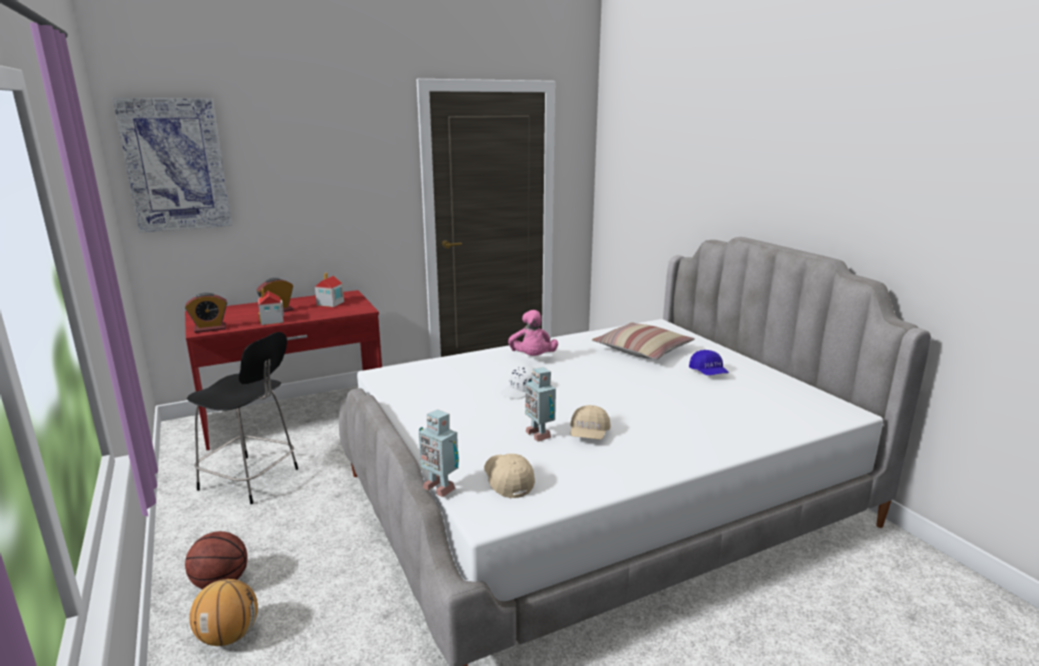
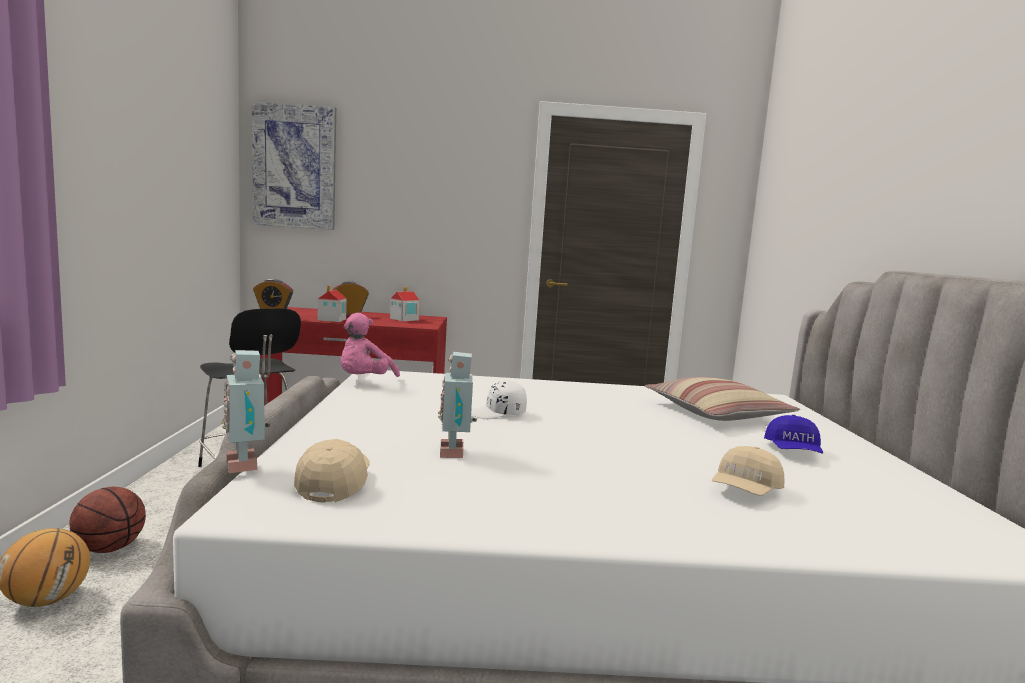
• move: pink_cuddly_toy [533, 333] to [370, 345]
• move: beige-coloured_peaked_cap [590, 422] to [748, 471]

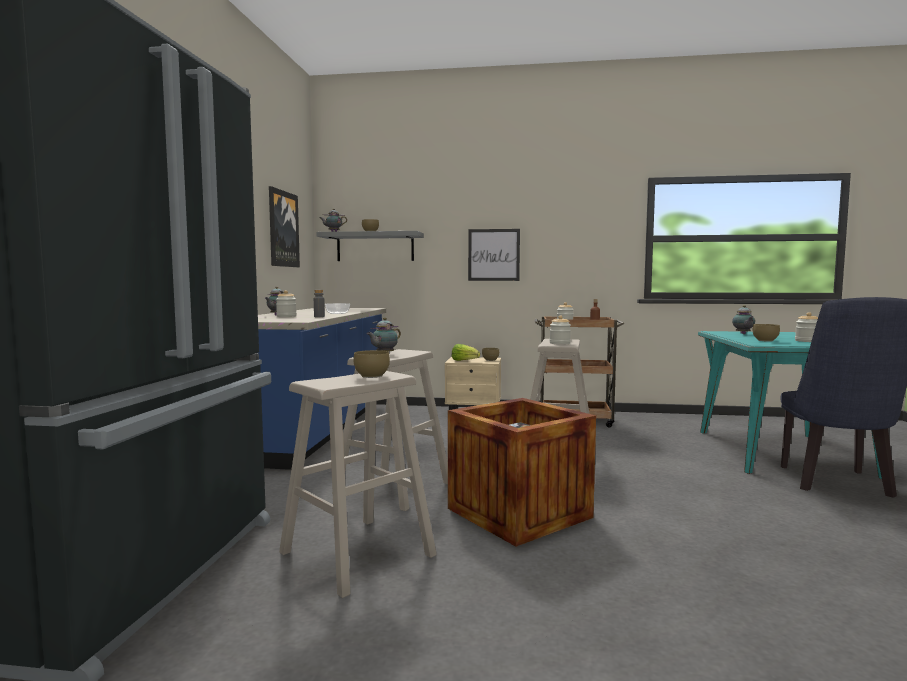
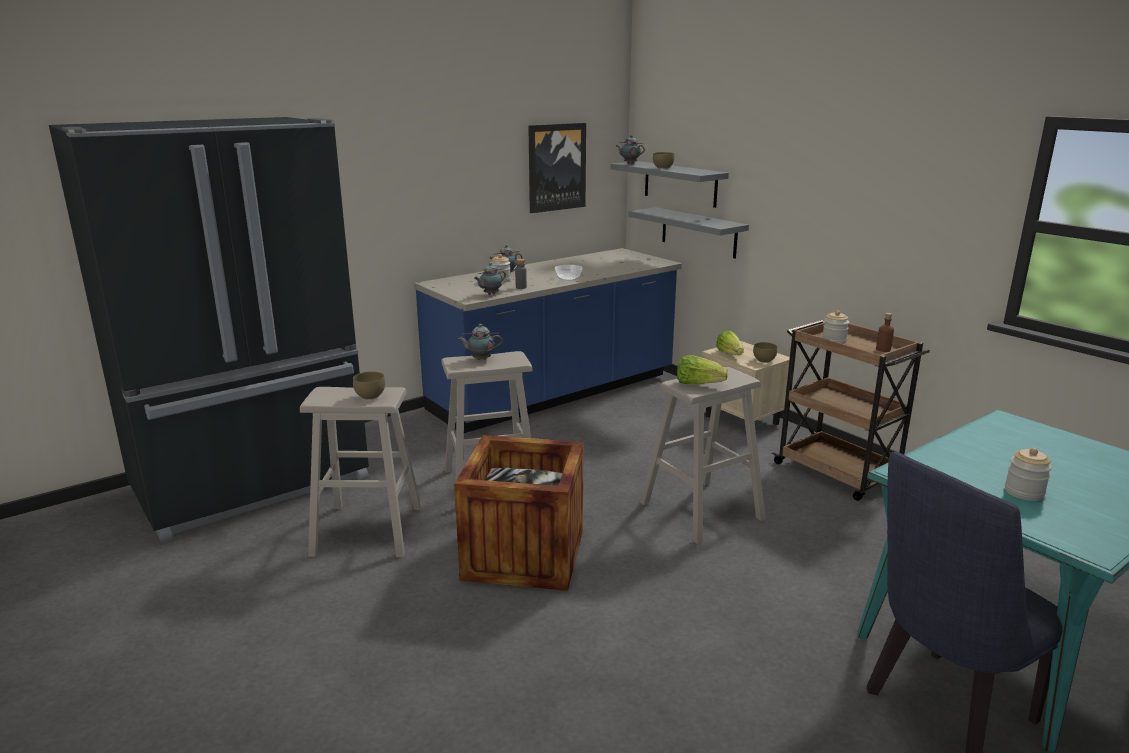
• delete: wall_picture [494, 255]
• delete: brown-coloured_serving_bowl [766, 332]
• insert: grey_bracket_shelf [688, 233]
• move: pot_for_tea [743, 319] to [490, 278]
• replace: storage_jar [560, 330] to head_of_lettuce [702, 369]

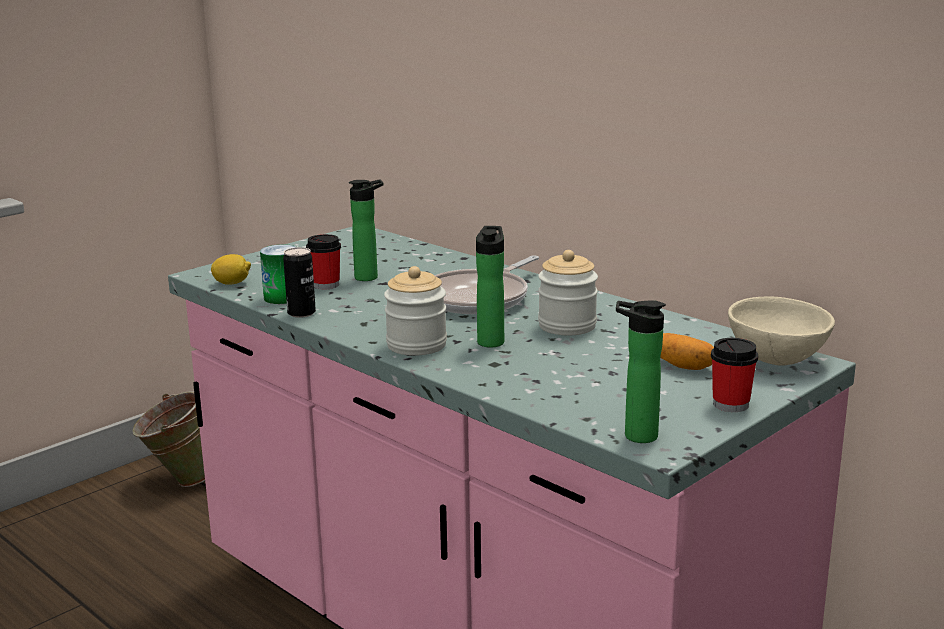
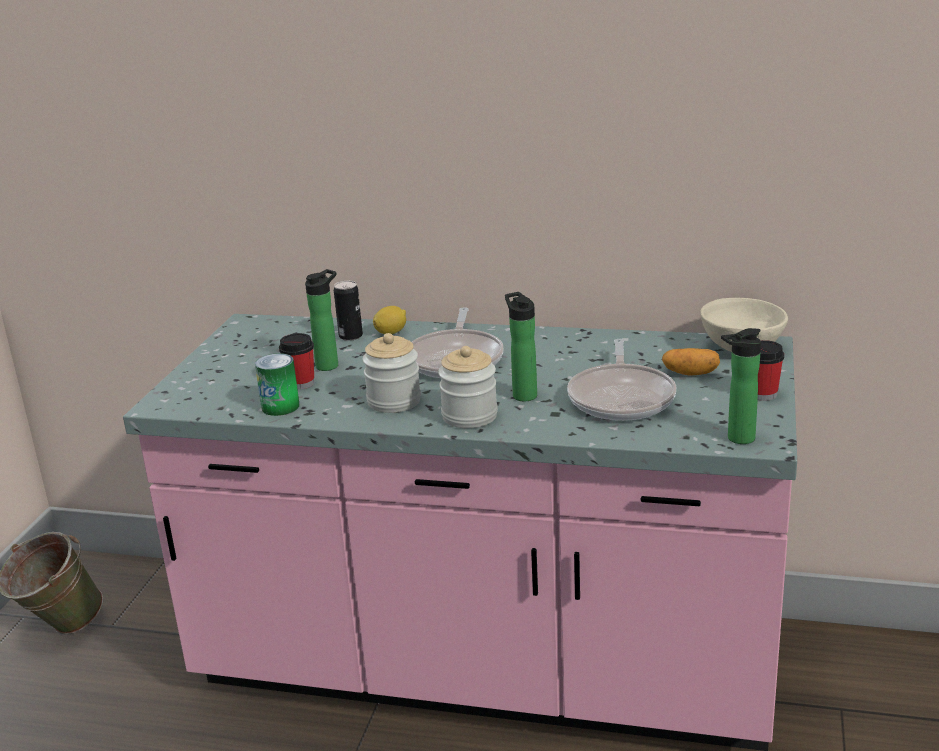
• insert: frying_pan [621, 380]
• move: lemon [231, 269] to [389, 320]
• move: sealed_can [299, 282] to [348, 311]
• move: storage_jar [568, 292] to [391, 373]

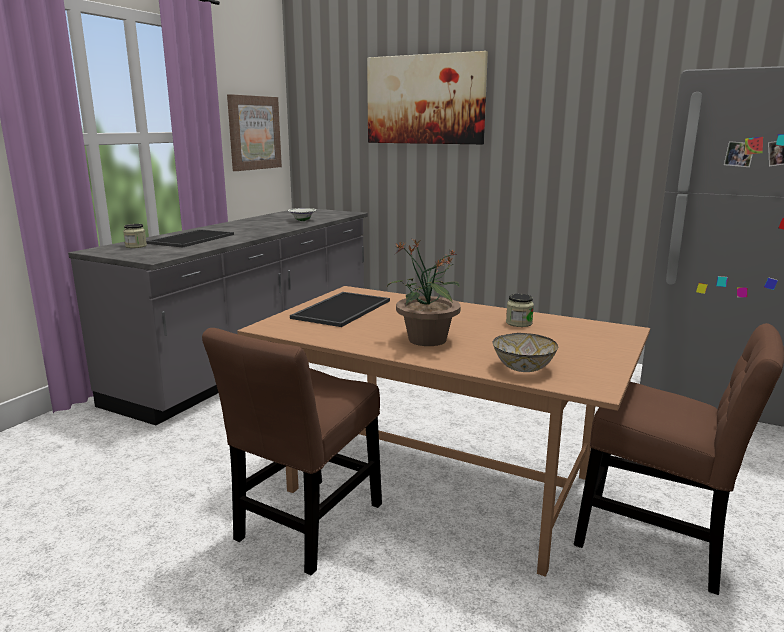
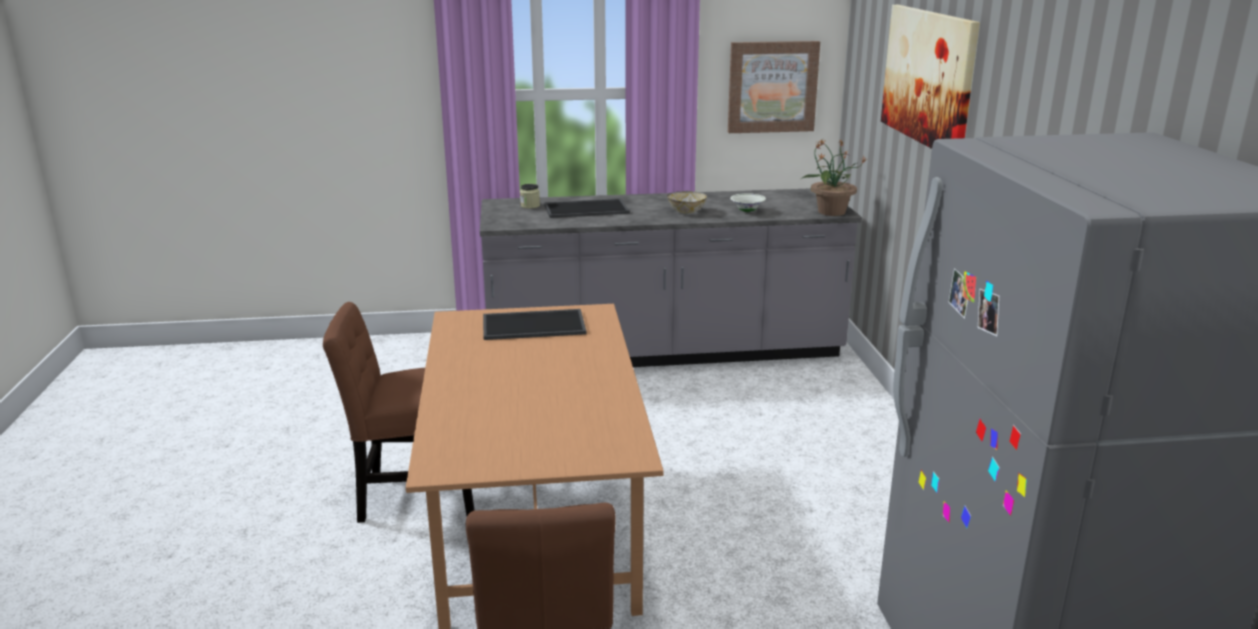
• delete: storage_jar [520, 310]
• move: potted_plant [424, 293] to [834, 177]
• move: serving_bowl [525, 352] to [687, 202]

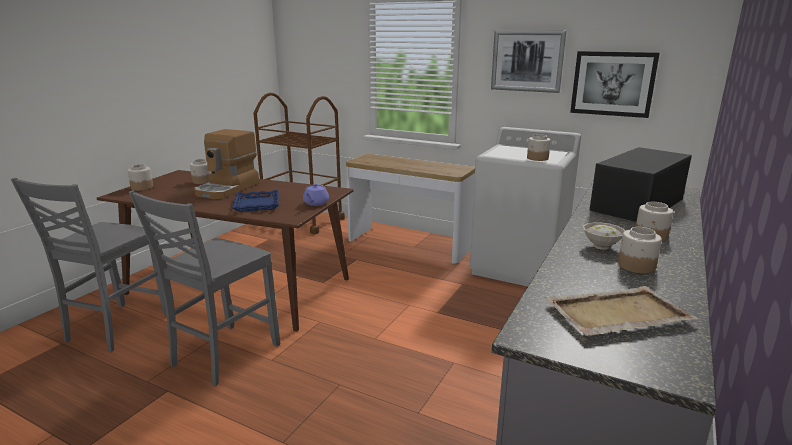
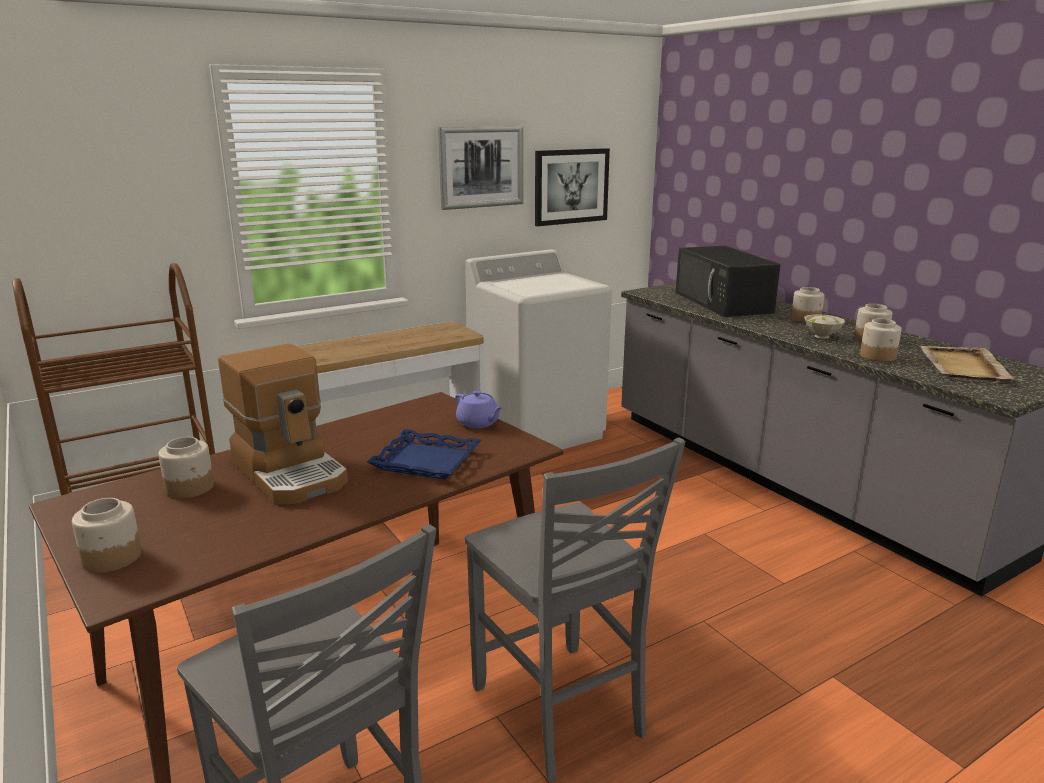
• move: storage_jar [539, 147] to [881, 340]

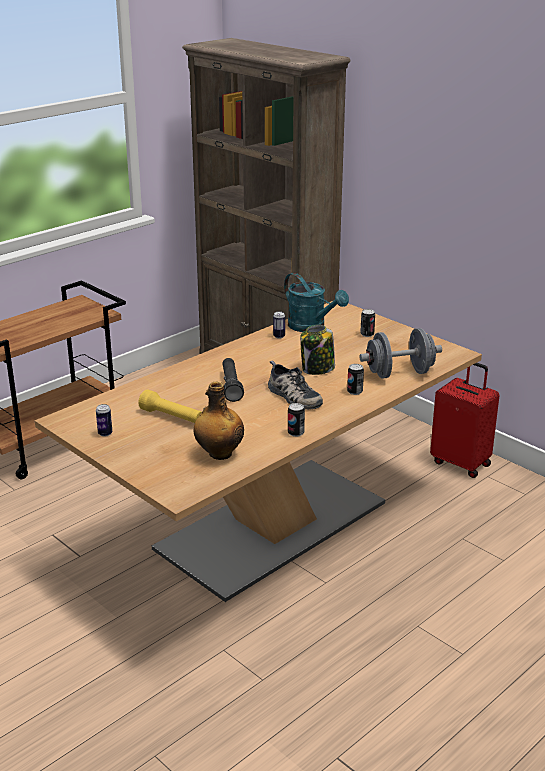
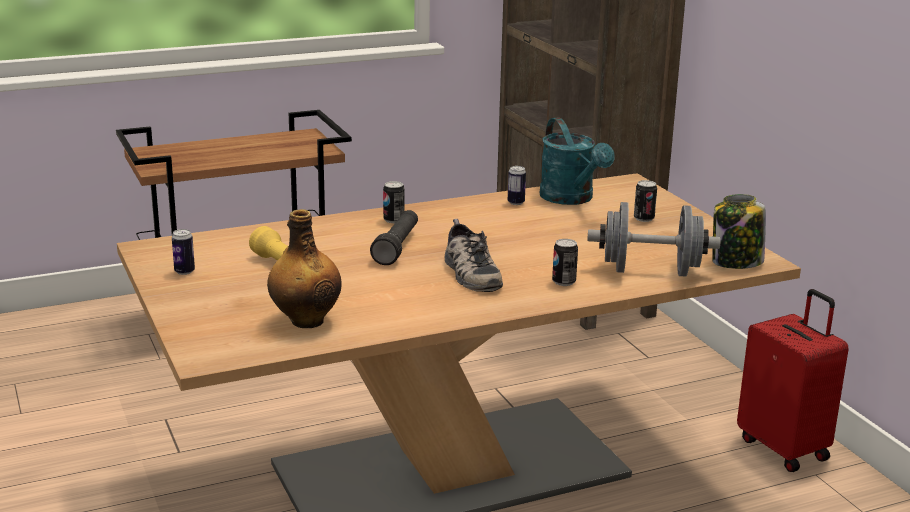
• move: sealed_can [296, 420] to [394, 202]
• move: storage_jar [317, 350] to [739, 231]

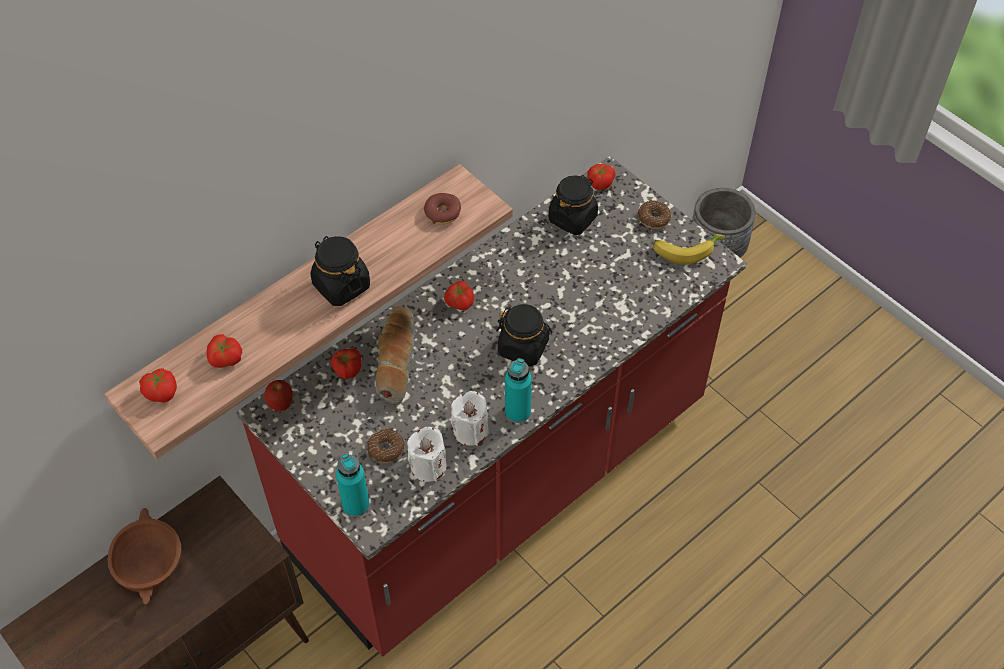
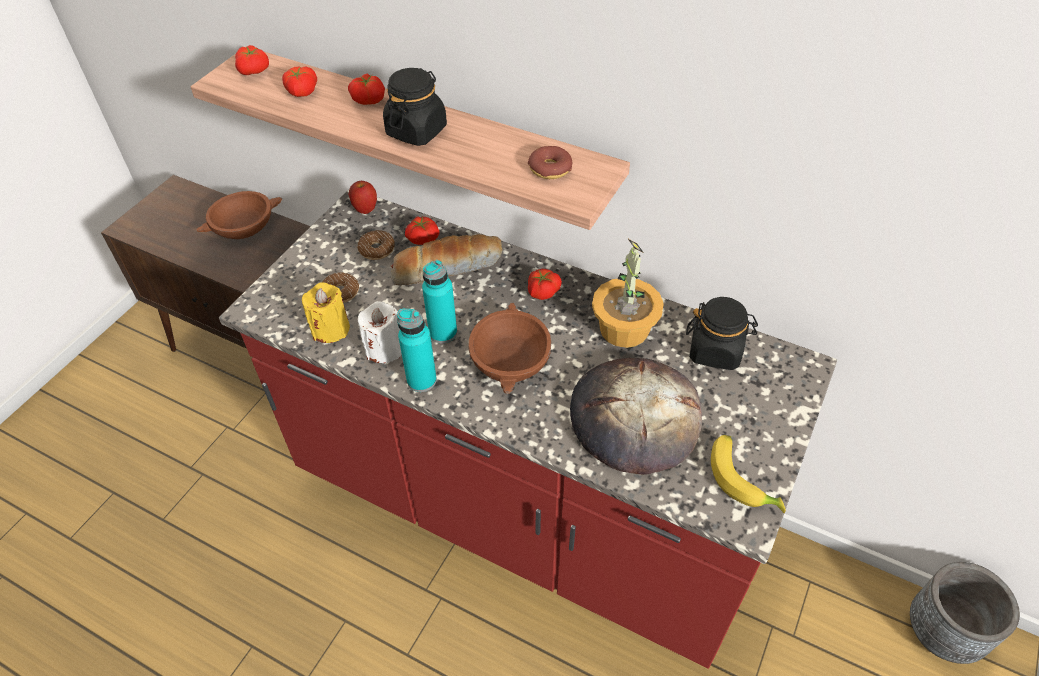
• insert: bakery_bread [636, 416]
• insert: potted_plant [628, 293]
• move: blue-green_beverage_bottle [353, 485] to [439, 301]
• move: fresh_tomato [601, 177] to [366, 89]
• move: ring_doughnut [654, 215] to [376, 245]
• replace: black_storage_jar [524, 335] to brown-coloured_serving_bowl [509, 348]
• recolor: white_wax_candle [426, 454] to yellow_wax_candle [326, 312]

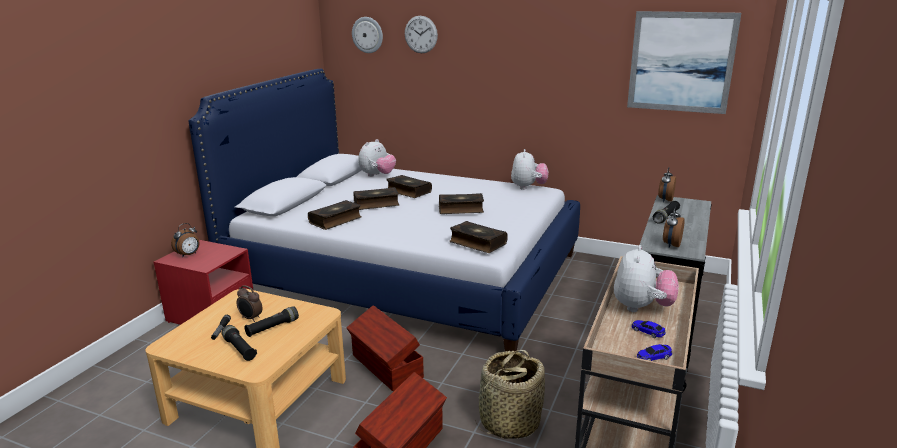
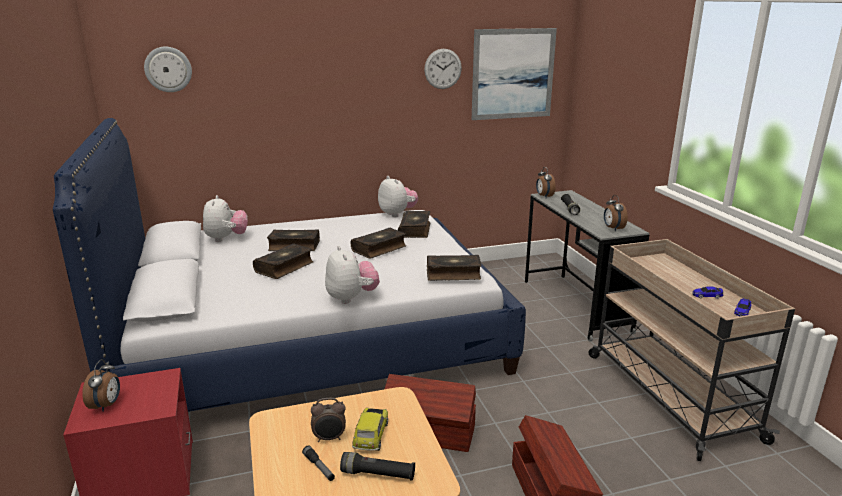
• delete: household_basket [510, 394]
• move: volume [334, 215] to [414, 224]
• move: hanging_clock [421, 34] to [443, 69]
• move: cuddly_toy [646, 278] to [352, 275]
• replace: black_flashlight [271, 321] to toy_car [370, 429]

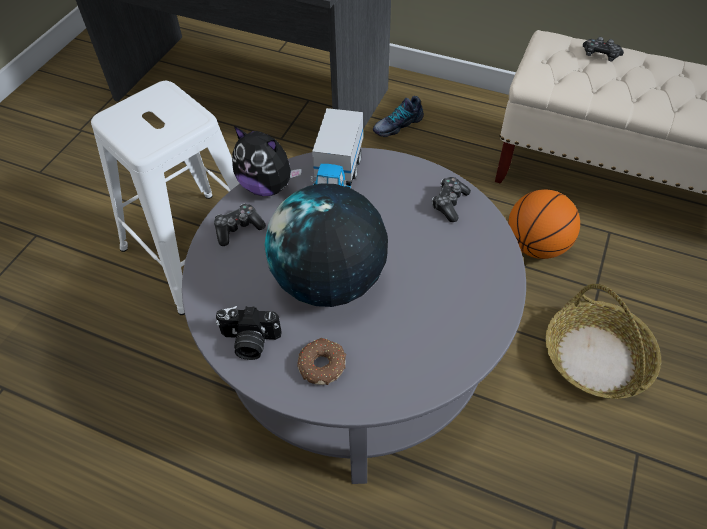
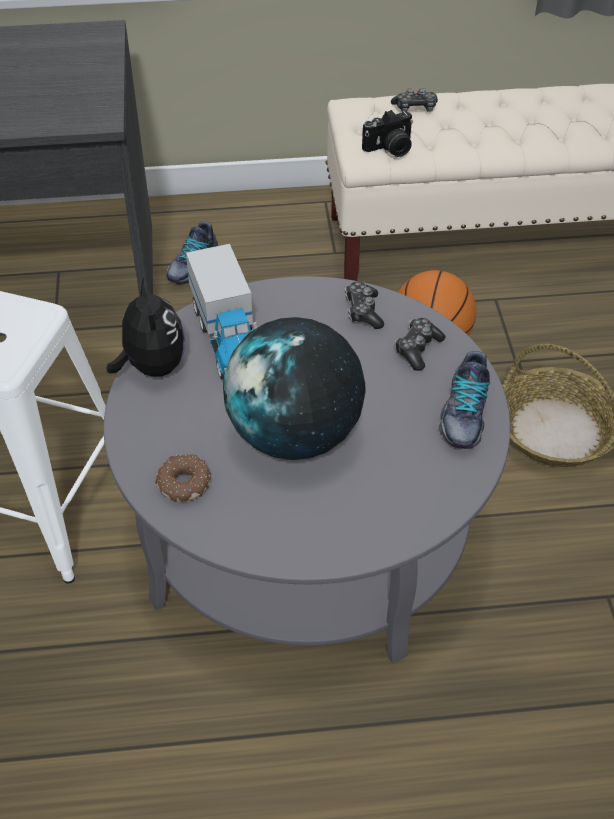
• insert: low_shoe [464, 400]
• move: game_controller [240, 224] to [420, 344]
• move: photo_camera [248, 333] to [387, 133]
• move: ring_doughnut [321, 361] to [183, 478]
• rotate: cuddly_toy [266, 161] = [146, 327] 105 degrees counterclockwise

